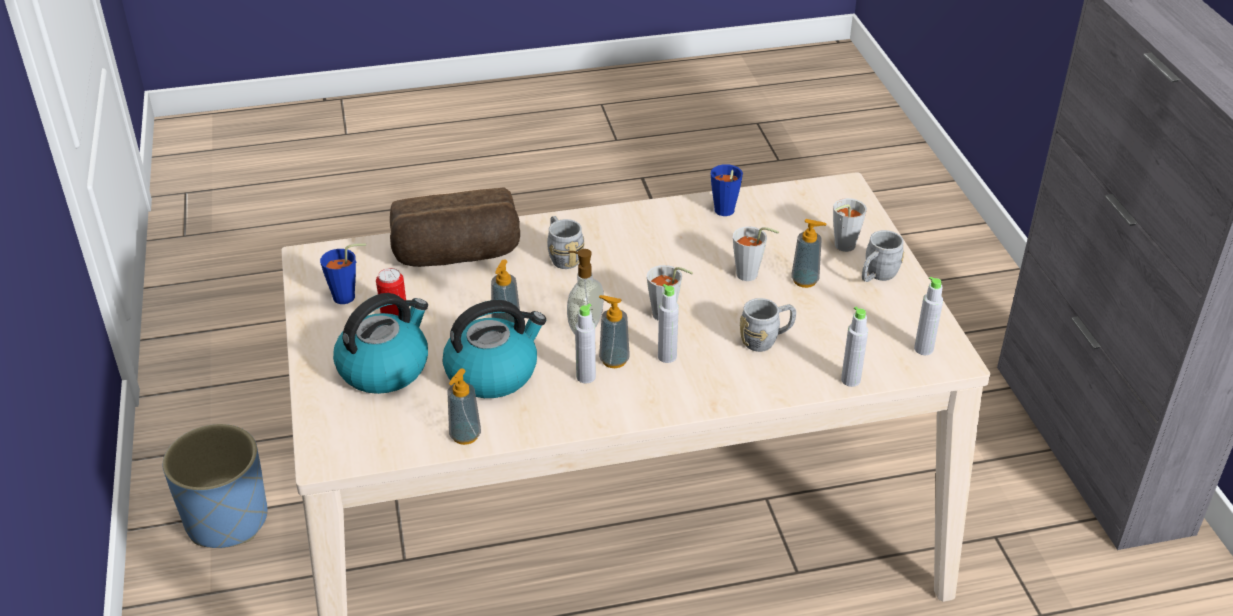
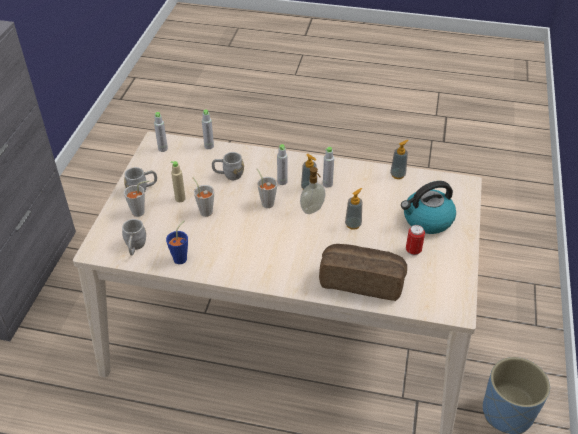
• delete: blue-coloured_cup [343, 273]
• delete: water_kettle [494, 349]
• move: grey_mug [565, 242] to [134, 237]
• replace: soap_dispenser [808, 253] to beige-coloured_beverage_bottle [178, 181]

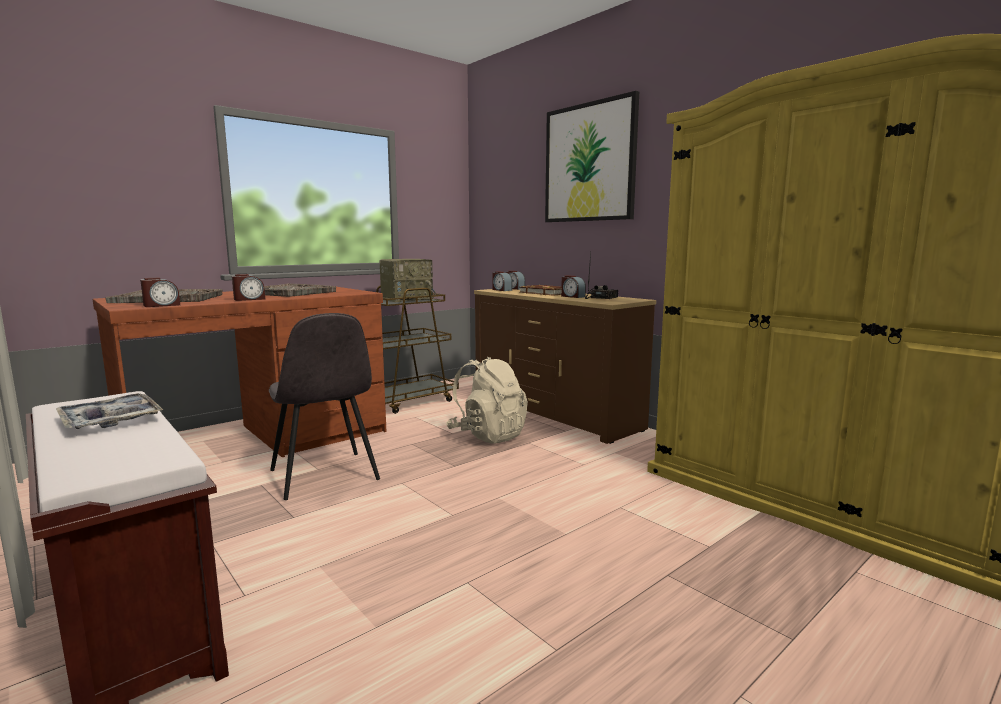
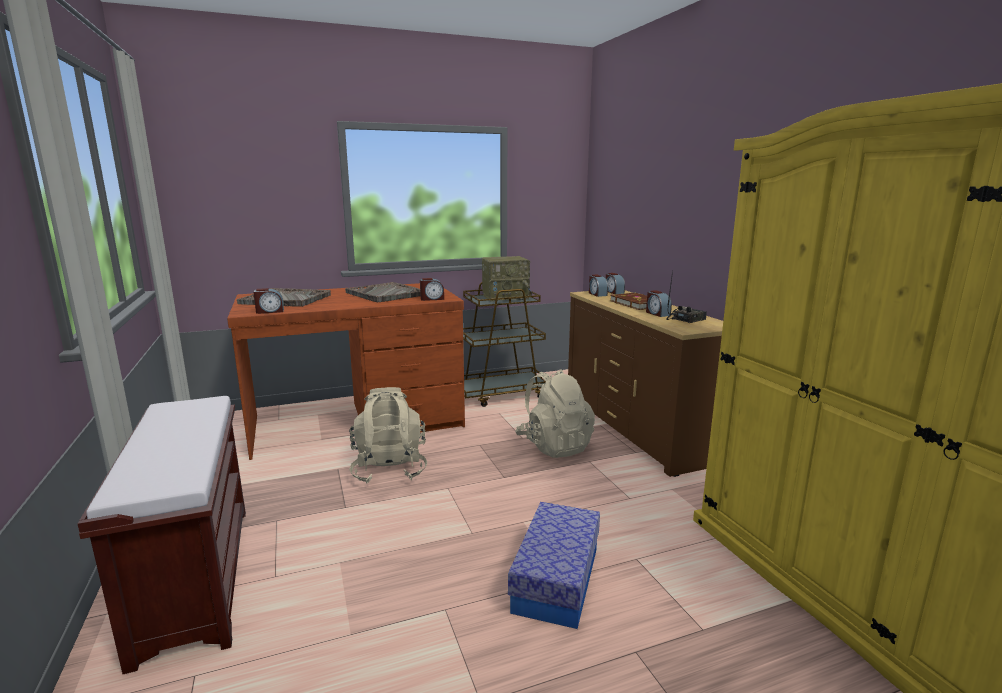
• delete: carrying_tray [109, 411]
• delete: wall_picture [592, 156]
• insert: storage_bin [554, 565]
• move: alarm_clock [248, 287] to [432, 289]
• replace: grey_chair [324, 406] to beige-coloured_backpack [388, 435]

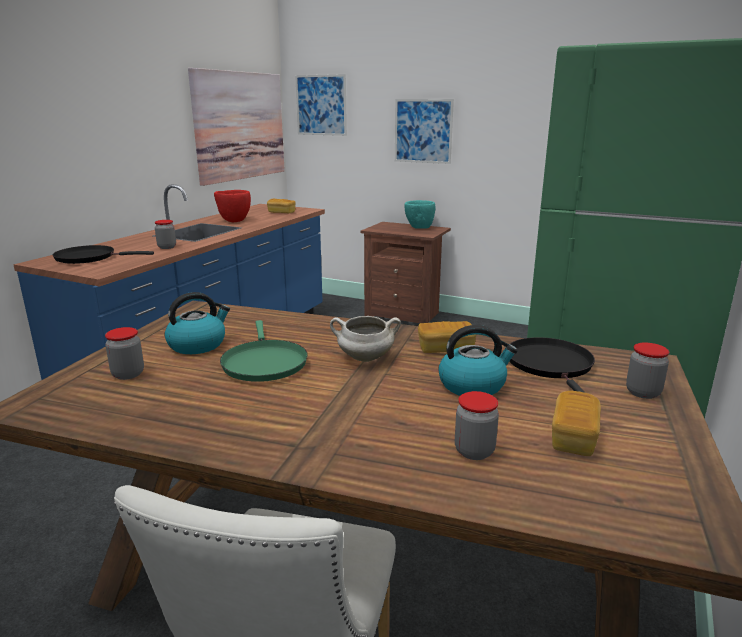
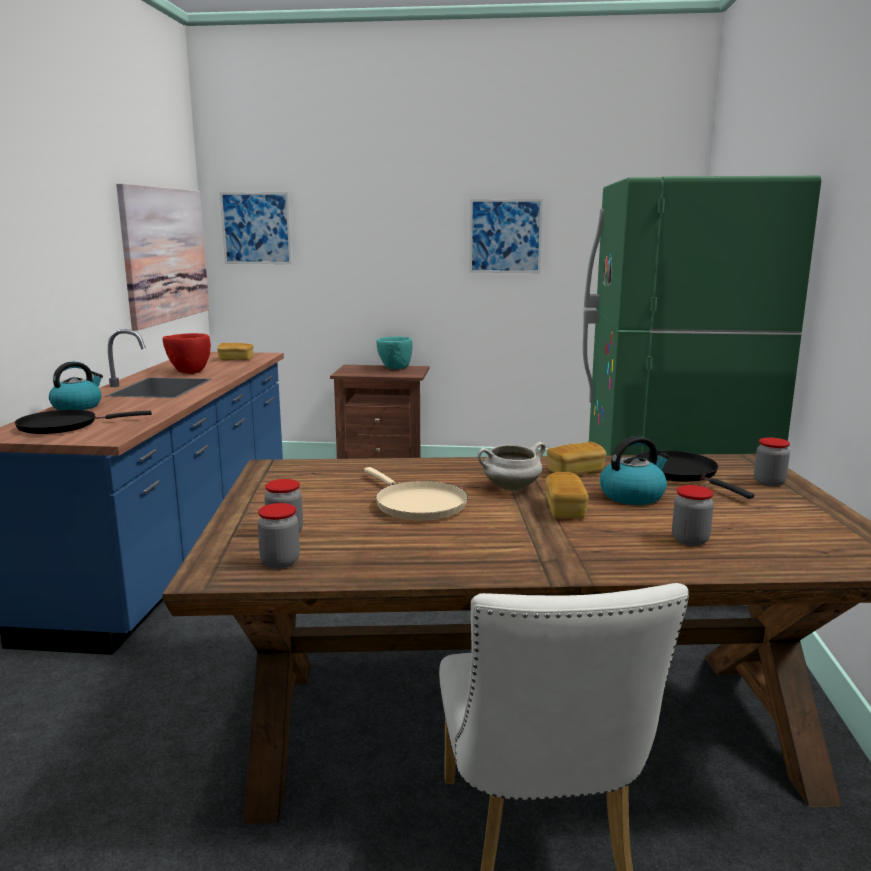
• move: storage_jar [165, 234] to [278, 536]
• move: water_kettle [197, 323] to [76, 385]
• move: wall_picture [424, 131] to [506, 236]
• move: bakery_bread [576, 423] to [567, 495]
• recolor: green-coloured_frying_pan [264, 351] to beige-coloured_frying_pan [416, 493]

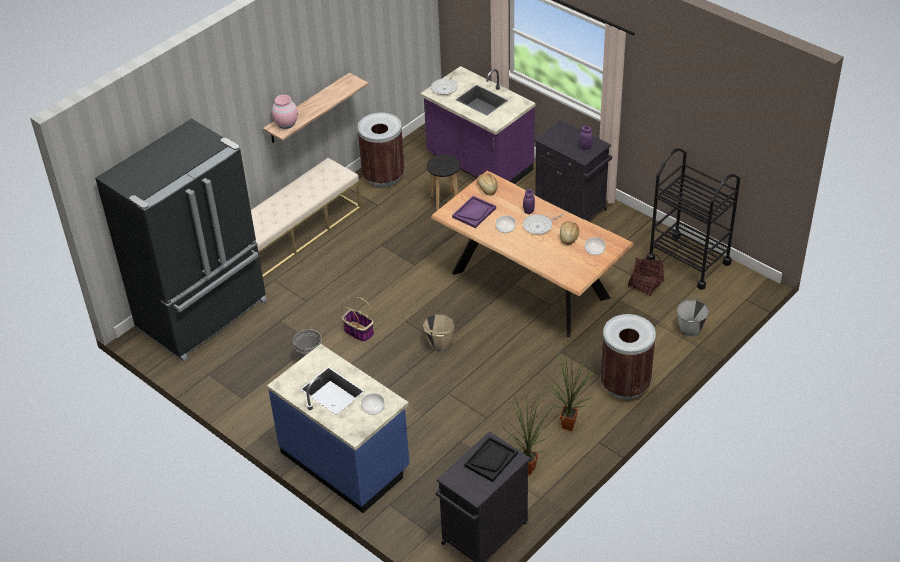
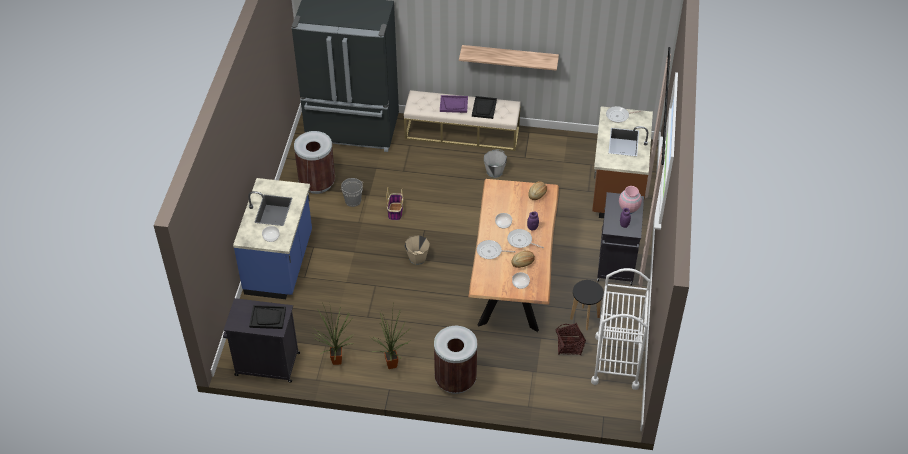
• insert: black_carrying_tray [484, 107]
• insert: frying_pan [496, 249]
• move: pink_flower_vase [284, 112] to [630, 200]
• move: brown-coloured_rubbish_bin [381, 149] to [314, 162]
• move: black_stool_seat [443, 182] to [587, 305]
• move: purple-coloured_carrying_tray [474, 212] to [454, 104]
• move: grey_water_bucket [693, 317] to [495, 163]
• recolor: purple-coloured_kitchen_base_unit [478, 125] to brown-coloured_kitchen_base_unit [622, 162]
• recolor: black_trolley [693, 219] to white_trolley [621, 329]

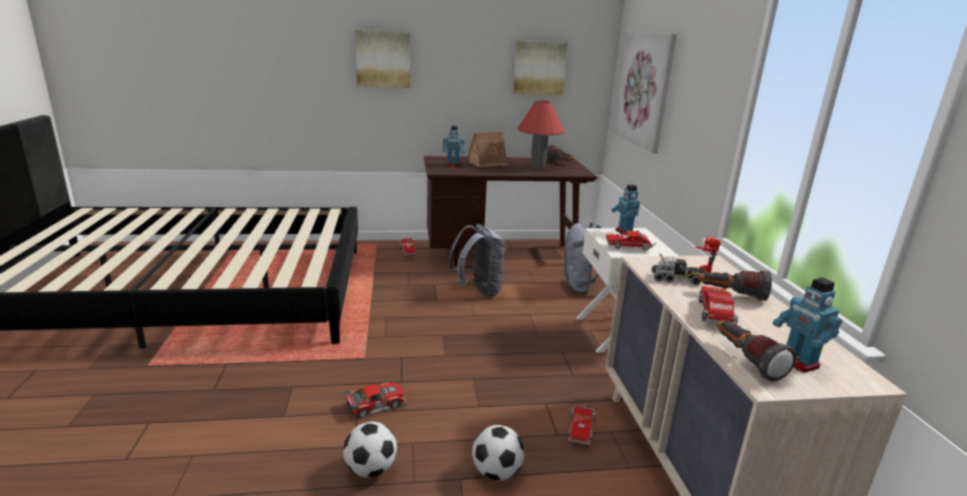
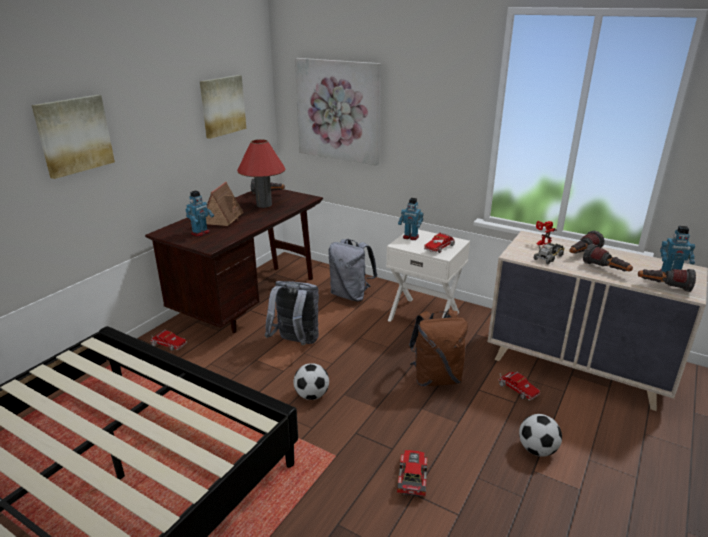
• insert: brown-coloured_backpack [438, 347]
• move: football [370, 450] to [311, 381]
• replace: toy_truck [718, 305] to flashlight [608, 258]

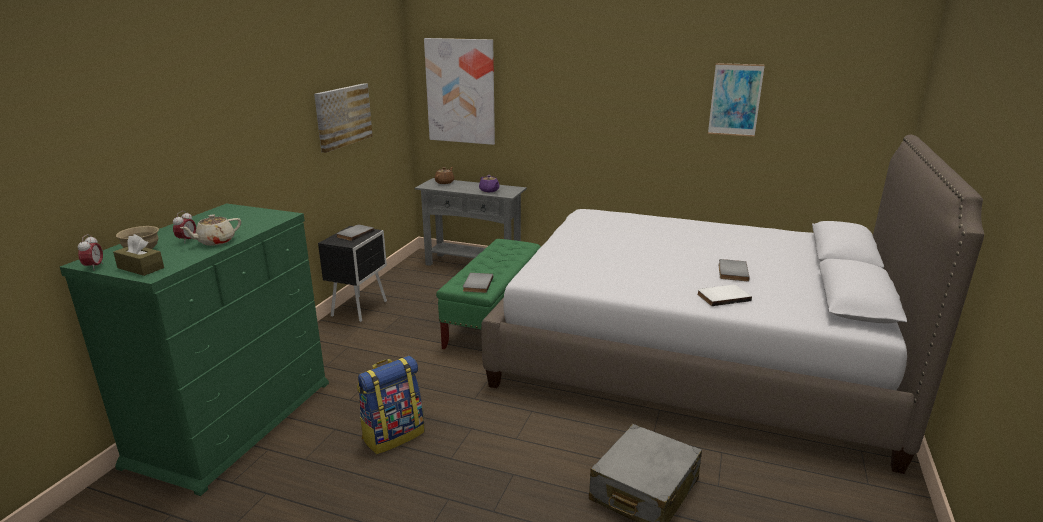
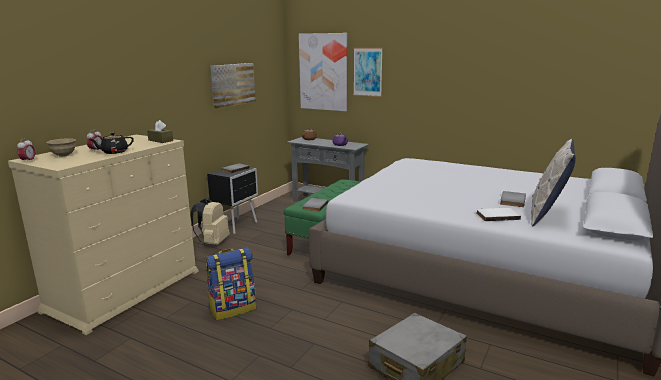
• insert: beige-coloured_backpack [210, 221]
• insert: cushion [553, 182]
• move: brown-coloured_tissue_holder [138, 255] to [160, 131]
• move: wall_picture [736, 100] to [368, 72]
• recolor: green-coloured_drawer_chest [194, 349] to beige-coloured_drawer_chest [103, 235]
• recolor: beige-coloured_pot_for_tea [210, 230] to black_pot_for_tea [111, 143]

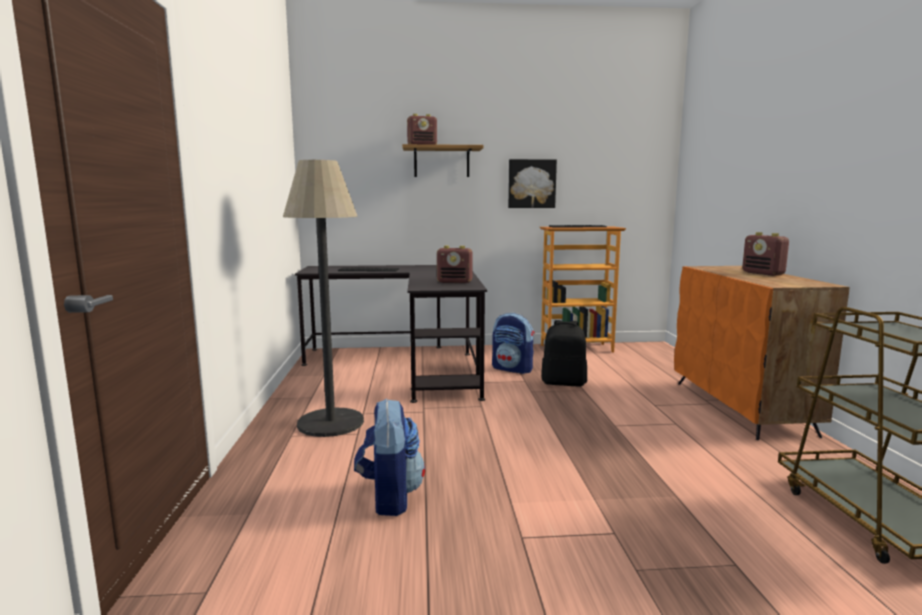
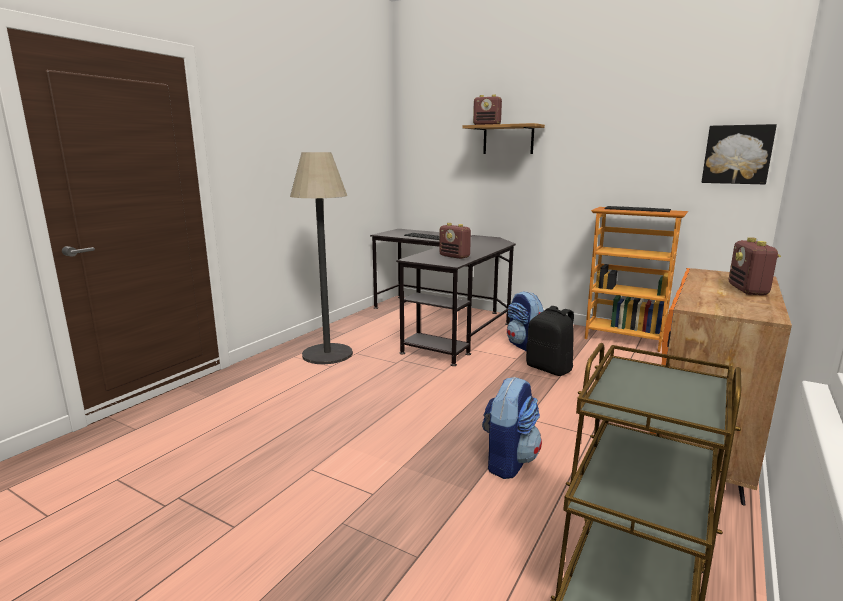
• move: backpack [389, 457] to [512, 428]
• move: wall_picture [532, 183] to [739, 154]

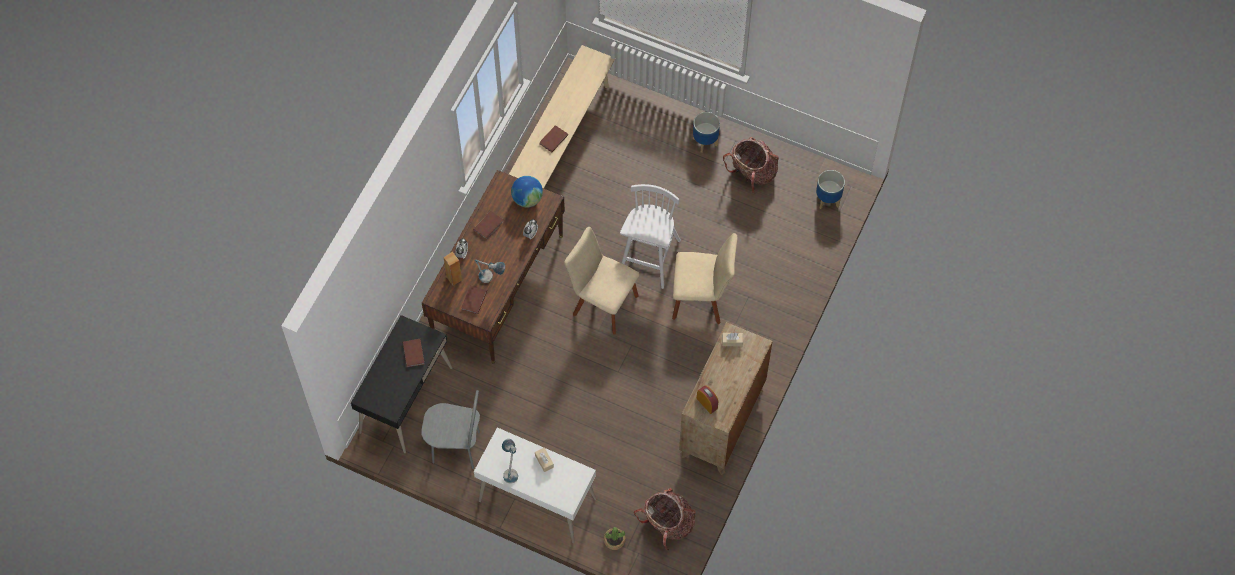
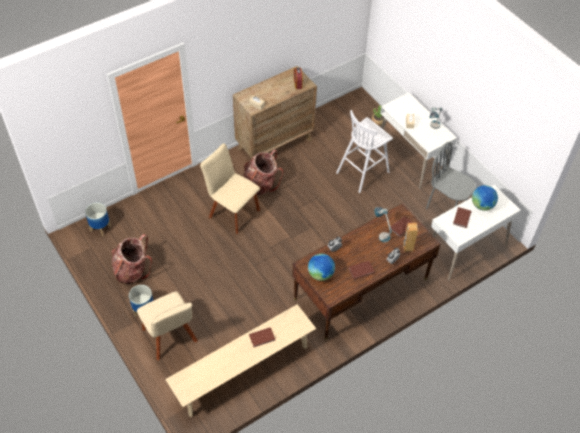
• insert: desk_globe [485, 198]
• move: beige-coloured_chair [601, 281] to [167, 325]
• move: white_stool_seat [650, 236] to [364, 151]
• move: backpack [665, 519] to [263, 172]
• recolor: black_desk [401, 384] to white_desk [476, 232]

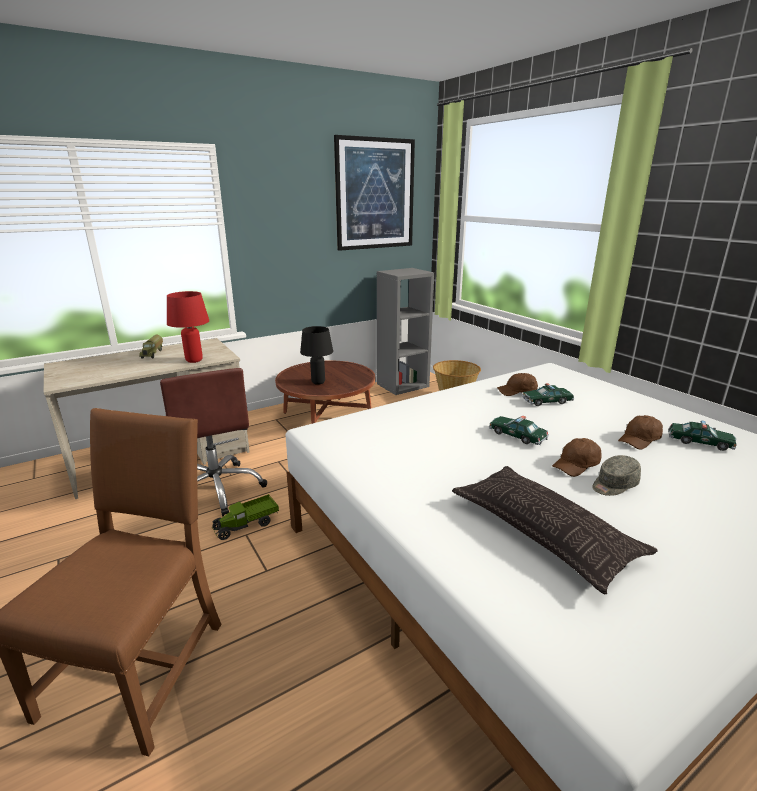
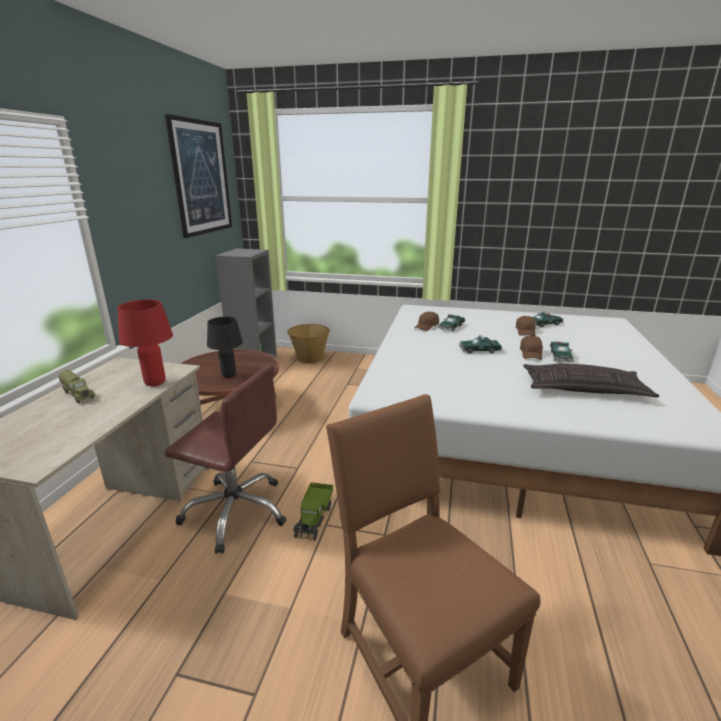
• replace: grey_peaked_cap [616, 475] to toy_car [562, 351]

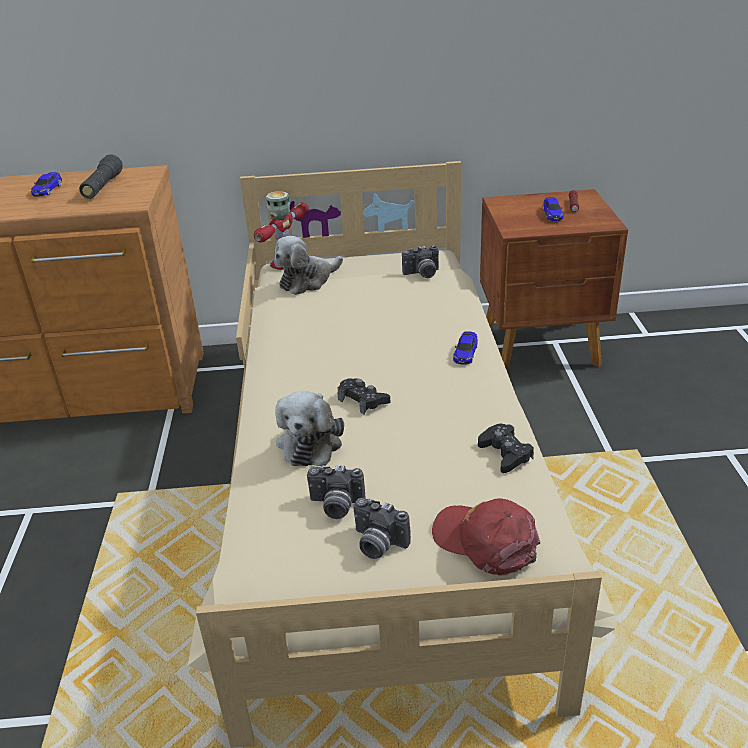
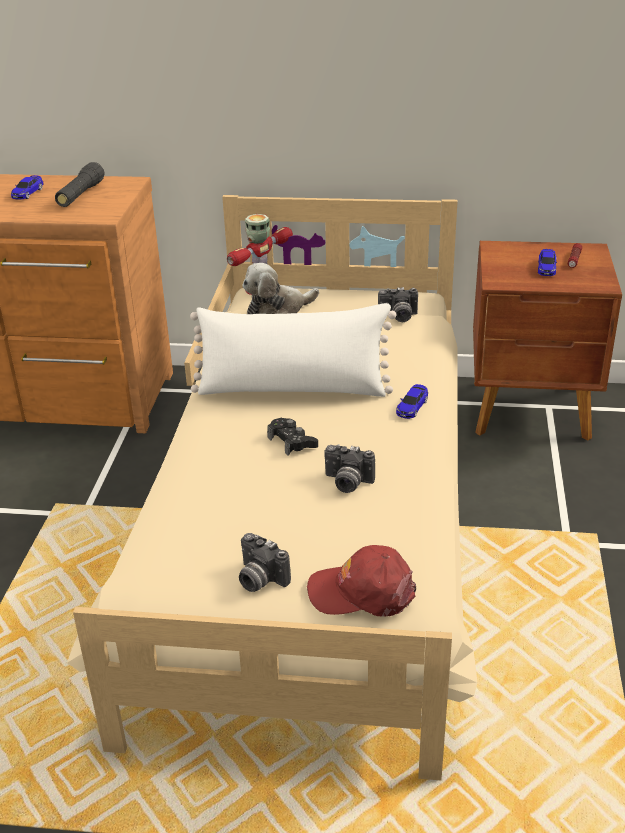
• delete: cuddly_toy [309, 428]
• delete: black_game_controller [506, 448]
• insert: white_cushion [293, 350]
• move: photo_camera [336, 492] to [349, 468]
• rotate: red_peaked_cap [486, 537] = [361, 581] 45 degrees counterclockwise

